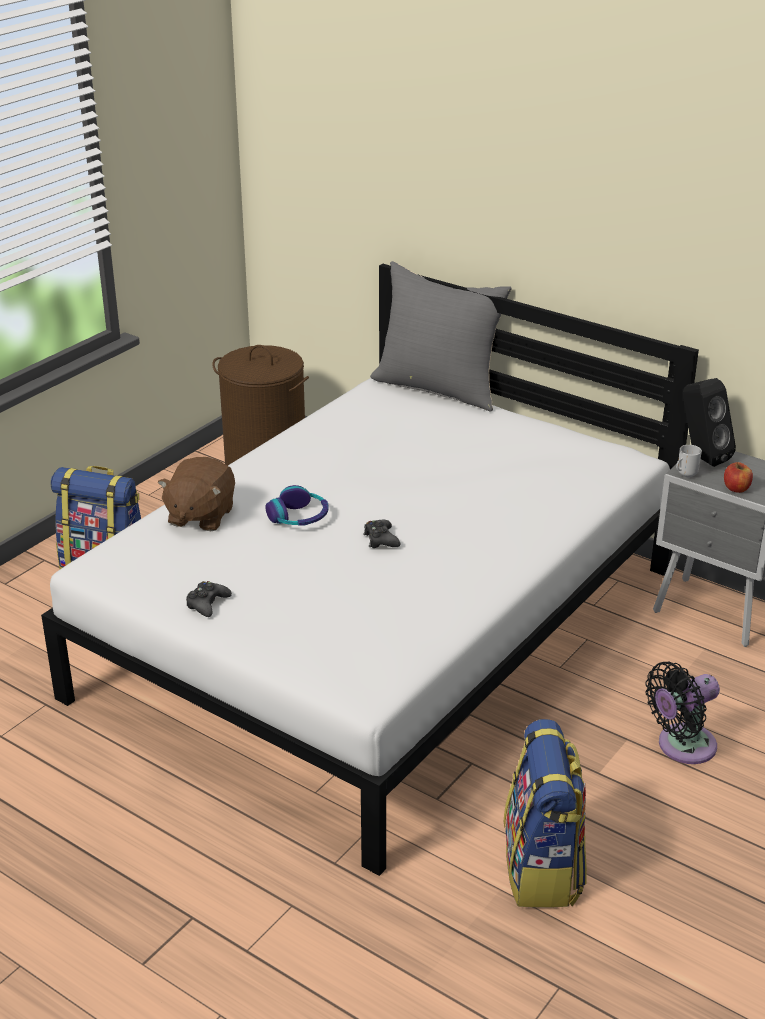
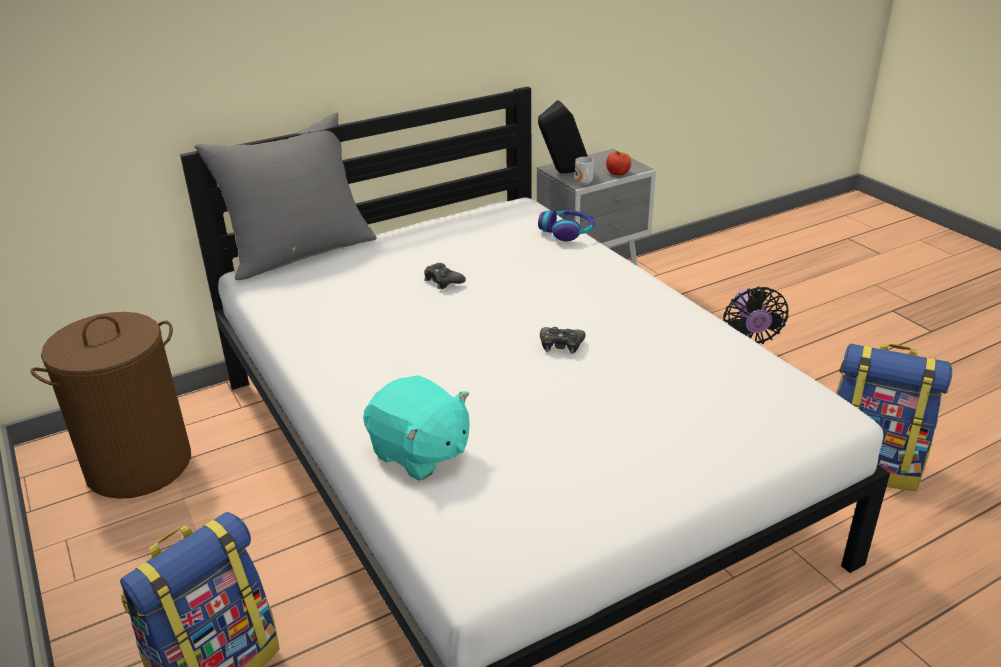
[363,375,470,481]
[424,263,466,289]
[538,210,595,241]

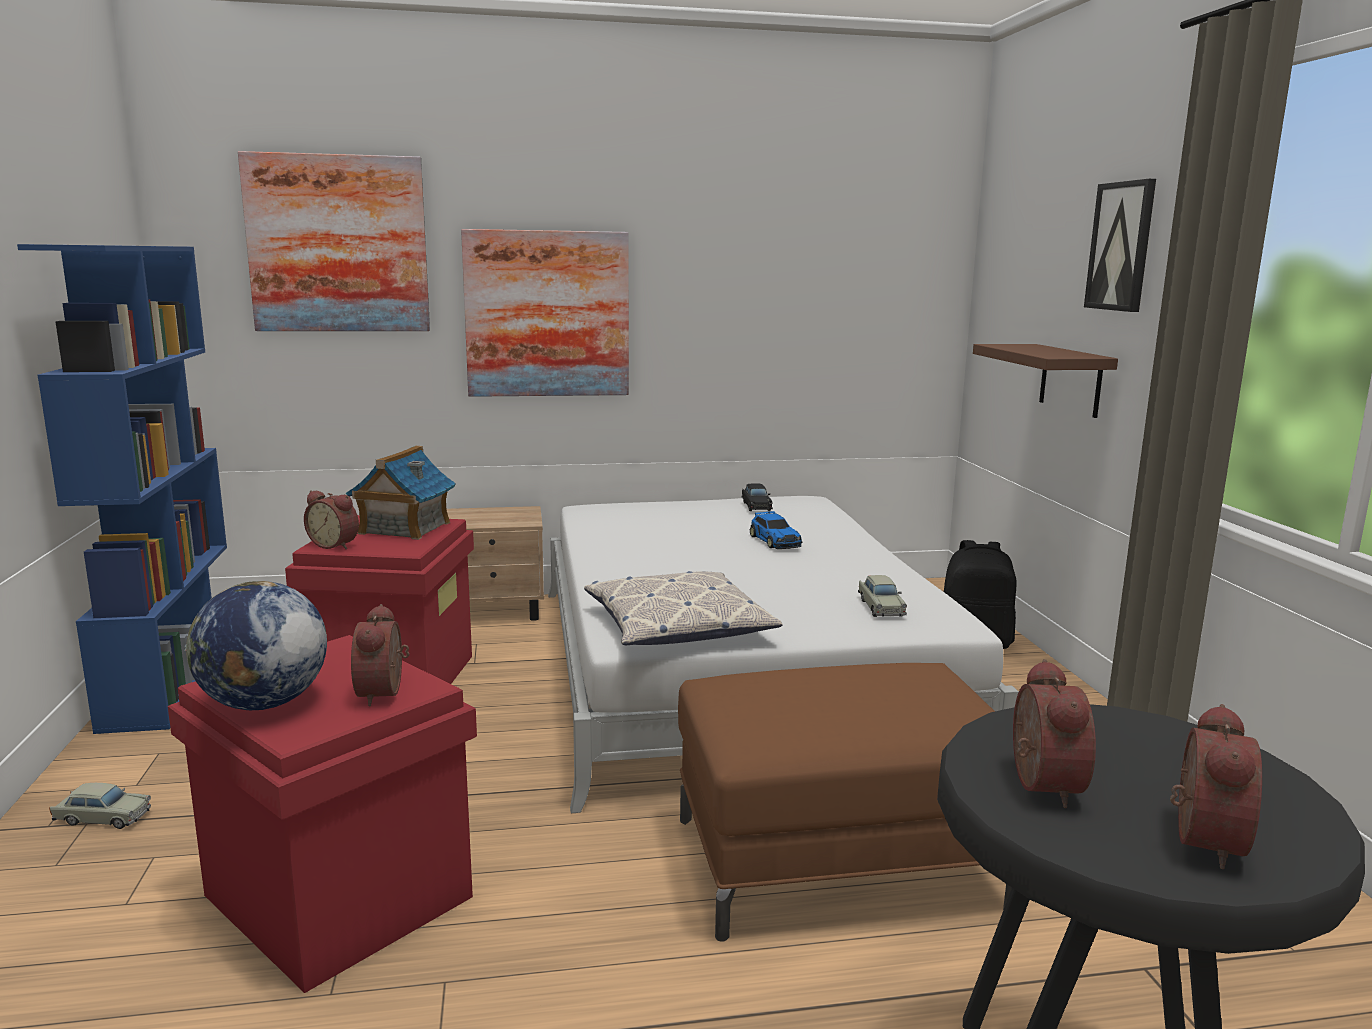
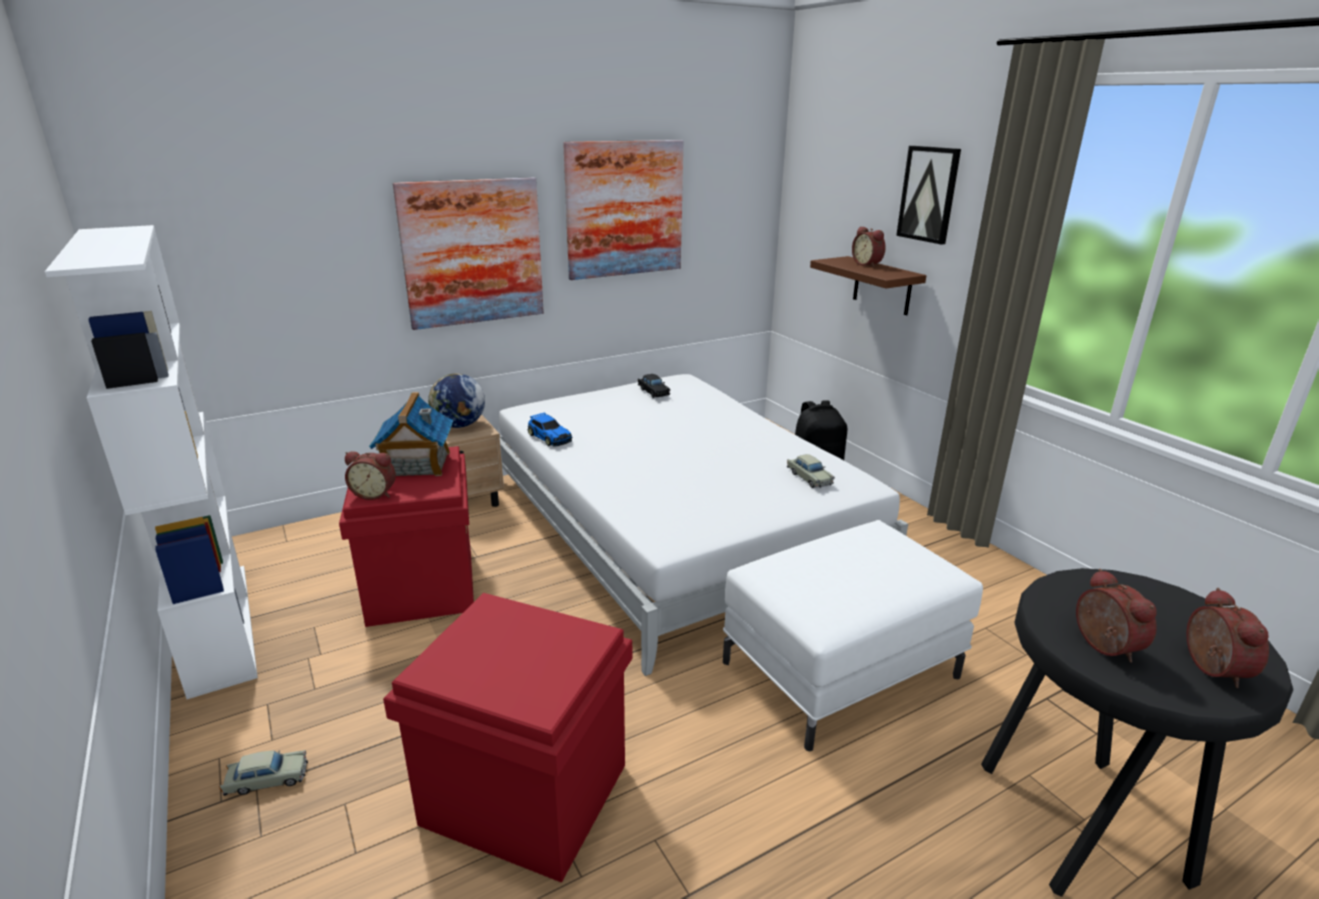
[45,225,258,699]
[428,373,485,428]
[563,140,683,280]
[852,226,886,267]
[584,571,783,645] (first image)
[723,520,983,751]
[528,412,572,447]

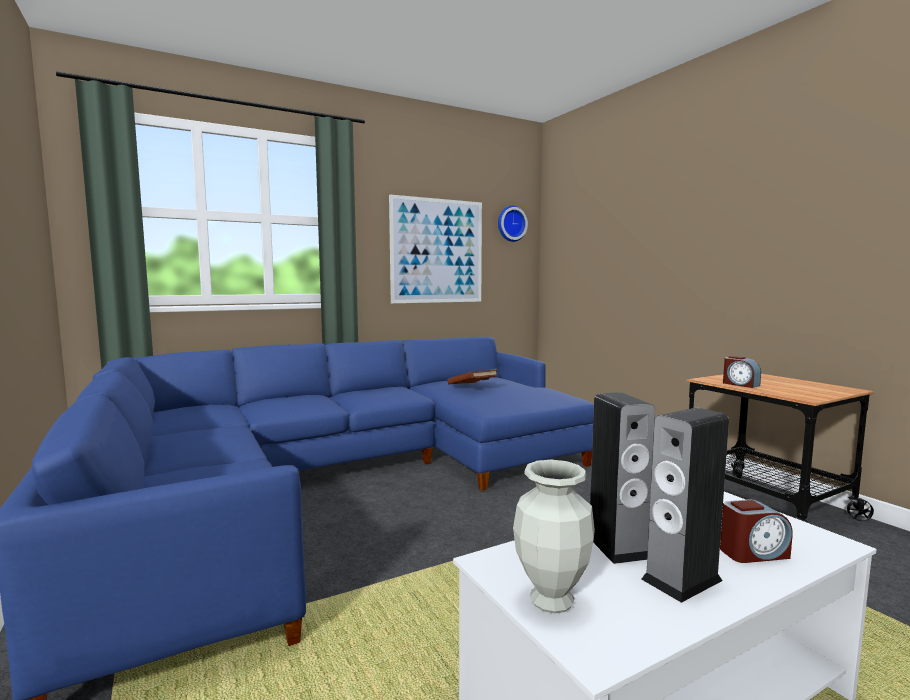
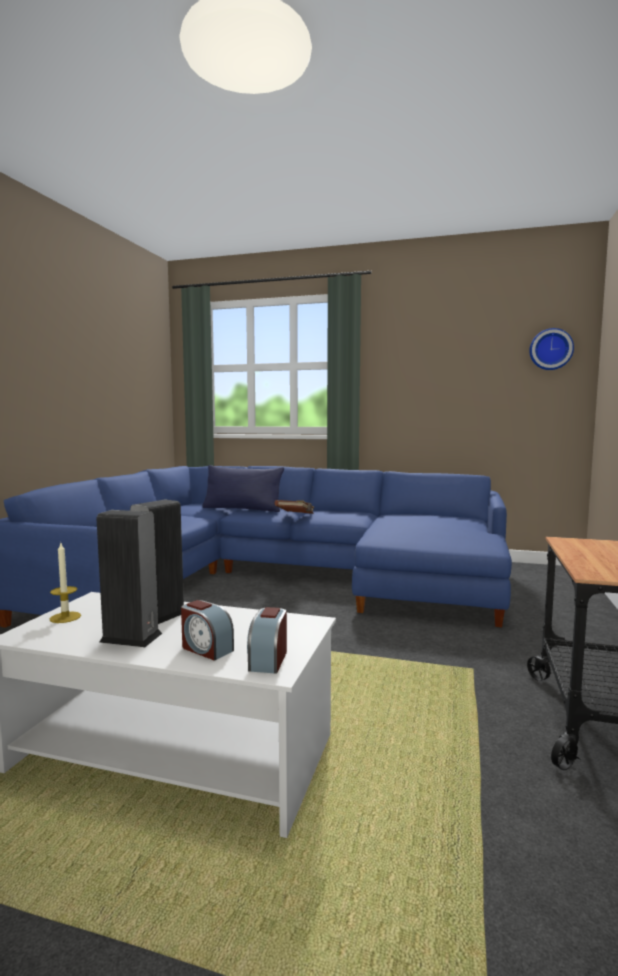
[389,194,482,303] (first image)
[274,500,315,514]
[50,543,81,623]
[247,607,287,674]
[202,465,284,512]

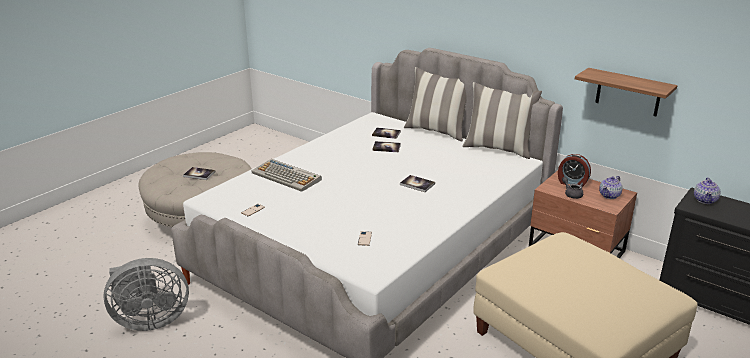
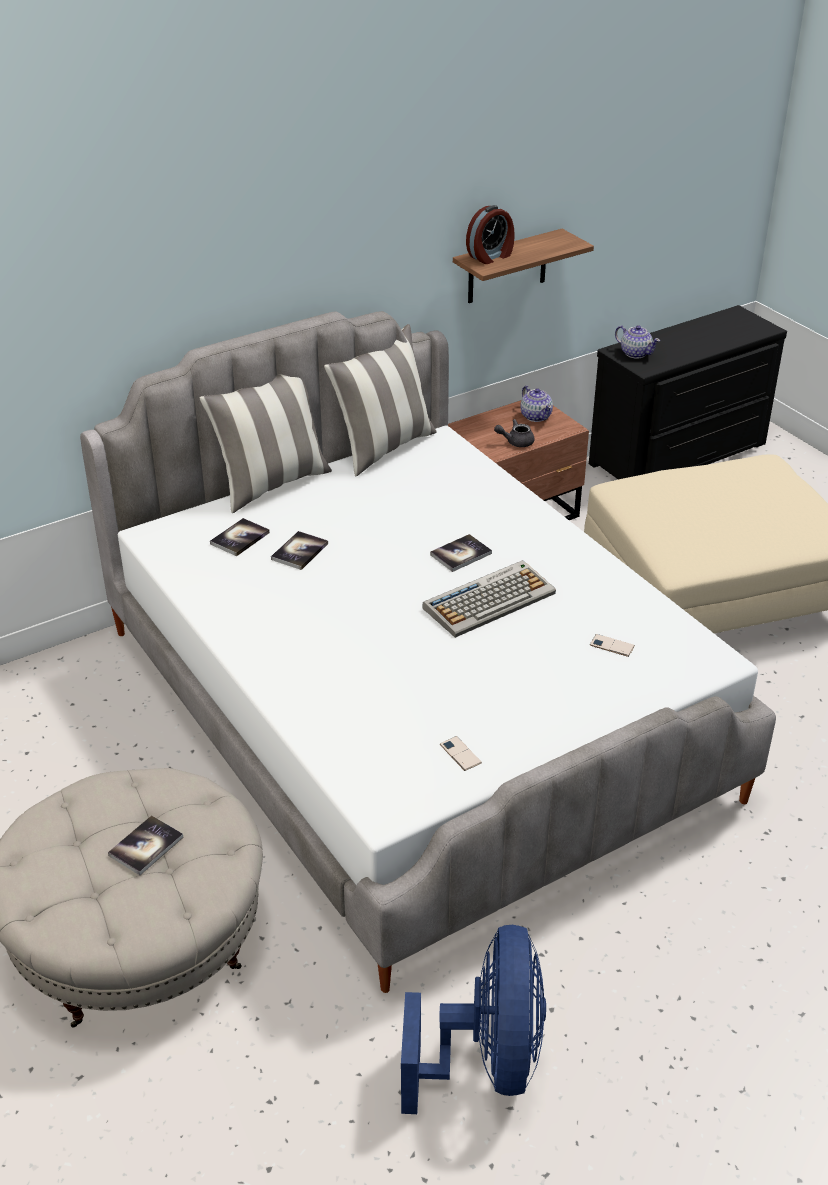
[401,925,546,1114]
[422,560,556,638]
[466,205,515,264]

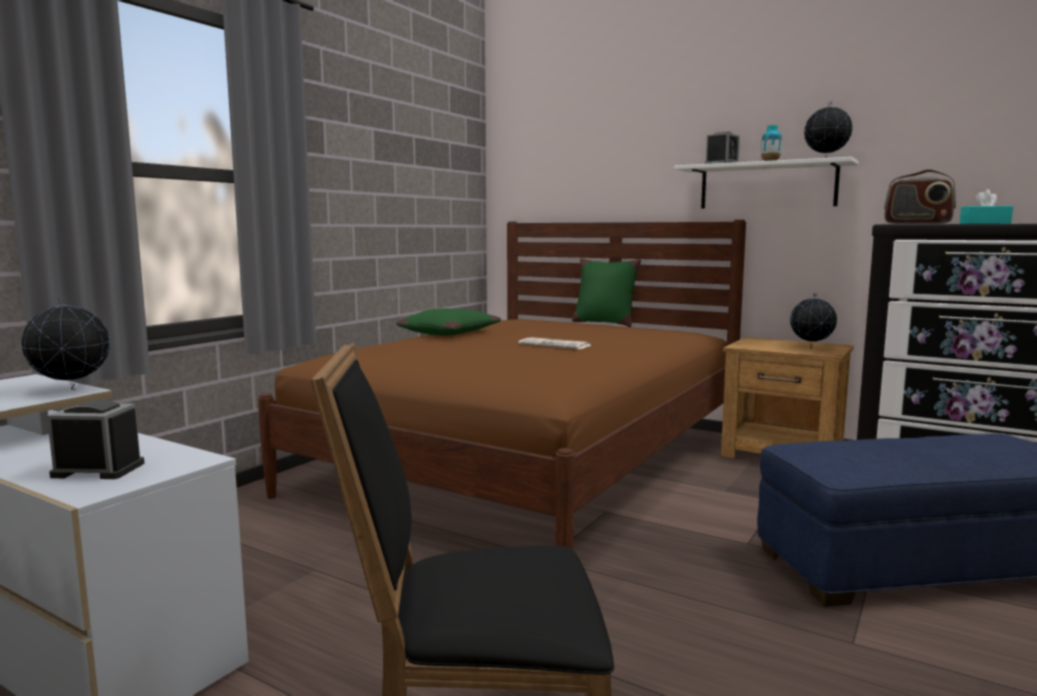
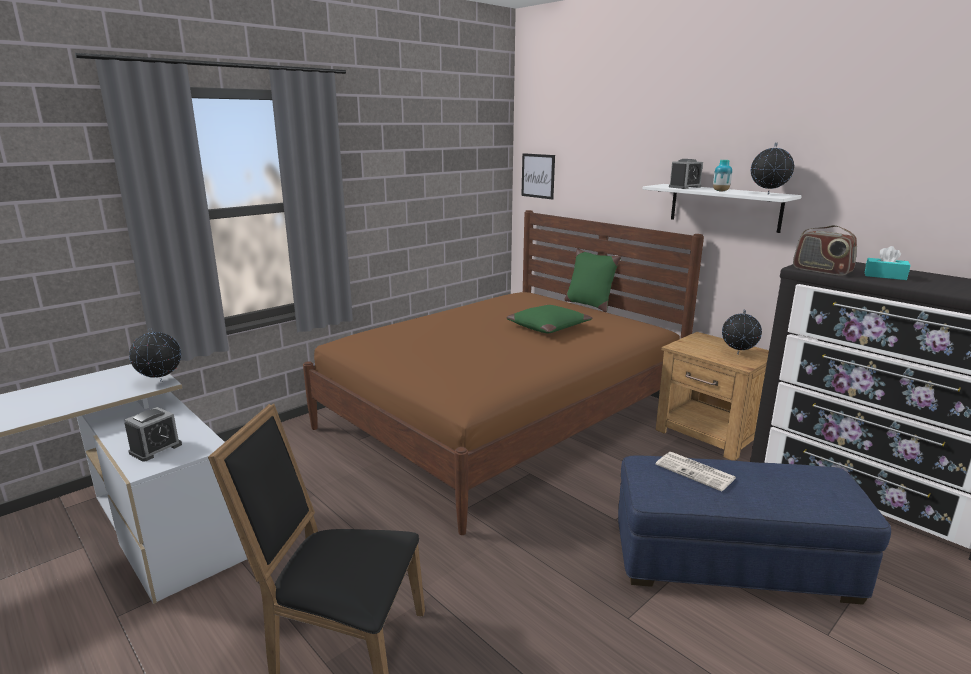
[125,407,182,462]
[506,305,592,333]
[656,452,736,491]
[521,153,555,200]

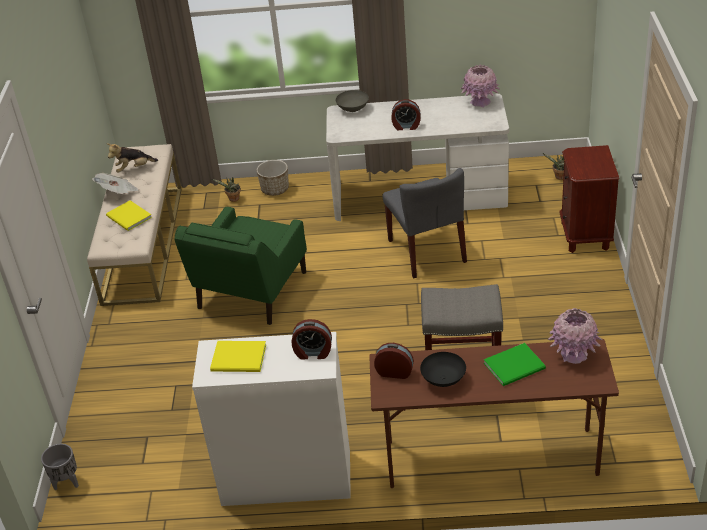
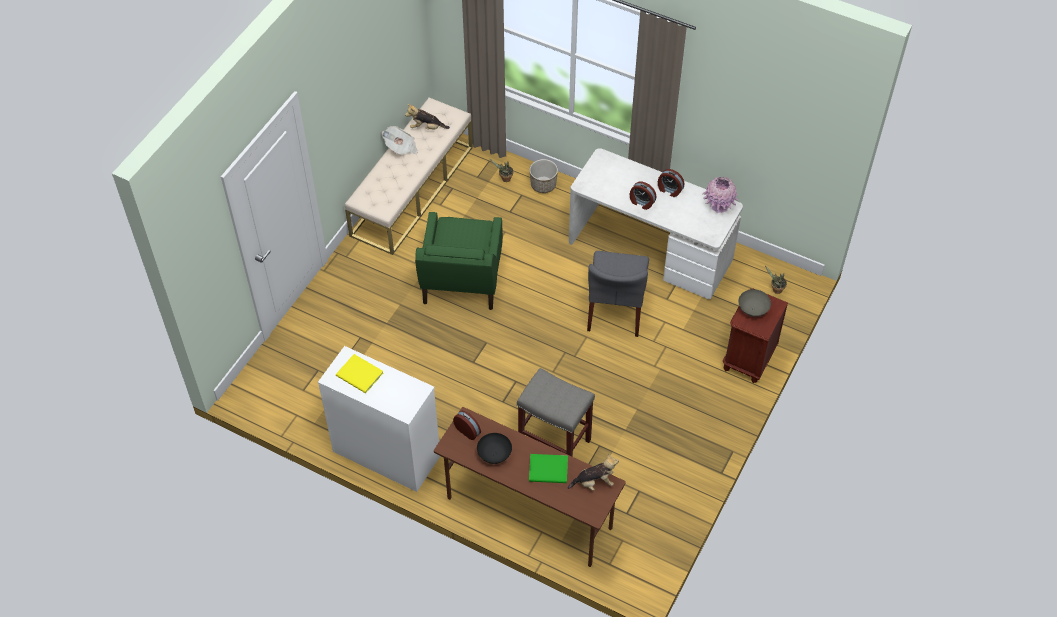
[41,444,79,490] (first image)
[106,200,152,231] (first image)
[415,212,503,310]
[658,169,685,197]
[738,289,771,317]
[567,453,619,491]

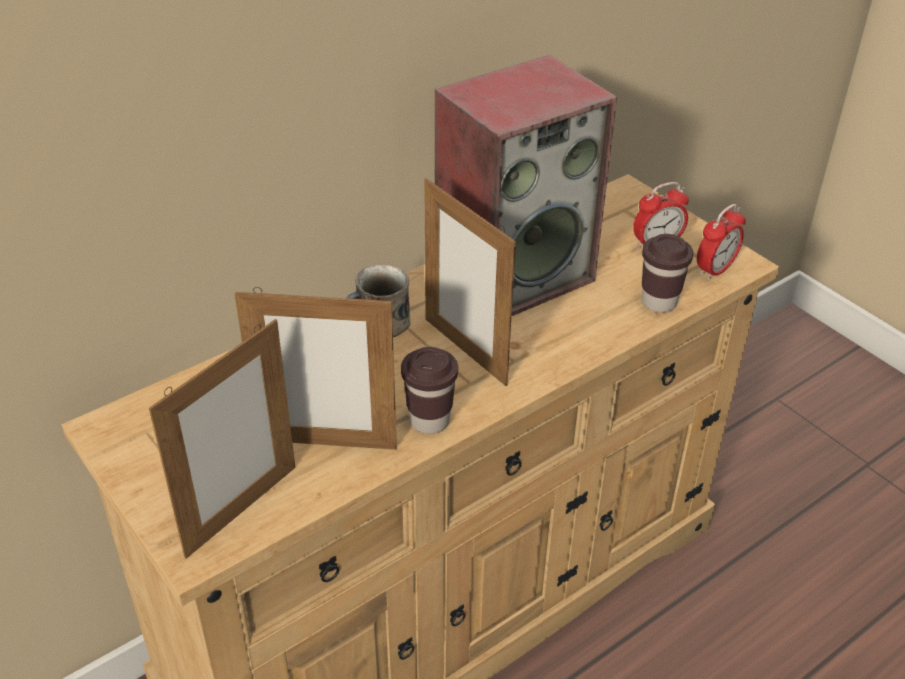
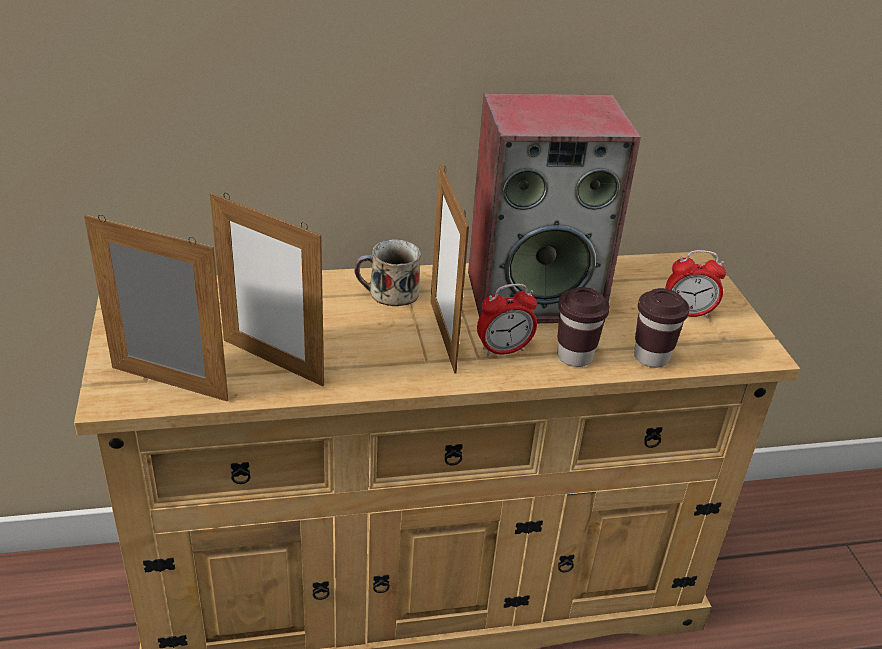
[84,215,228,401]
[557,287,610,367]
[477,284,537,356]

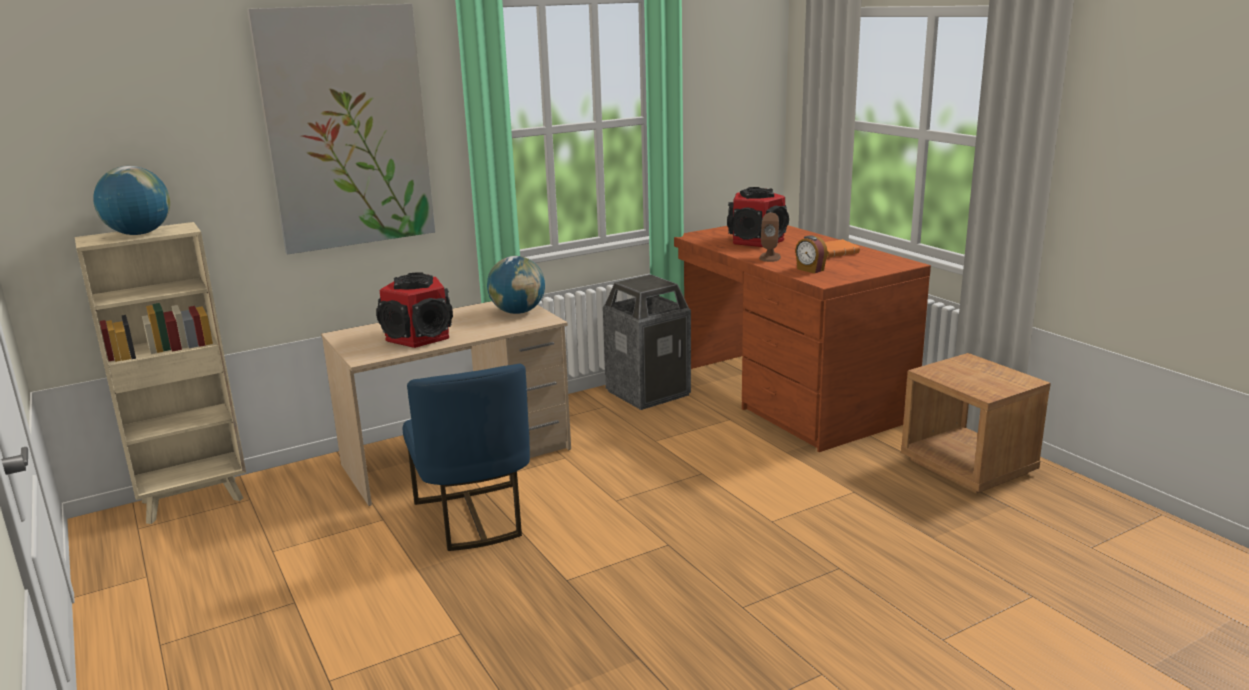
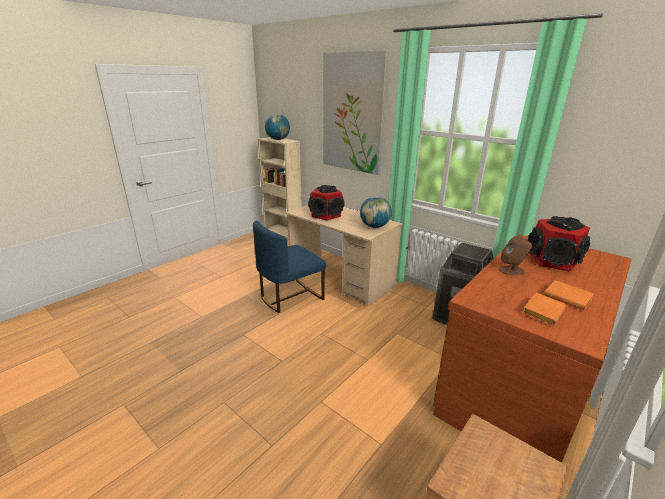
[795,235,828,273] (first image)
[522,293,566,326]

